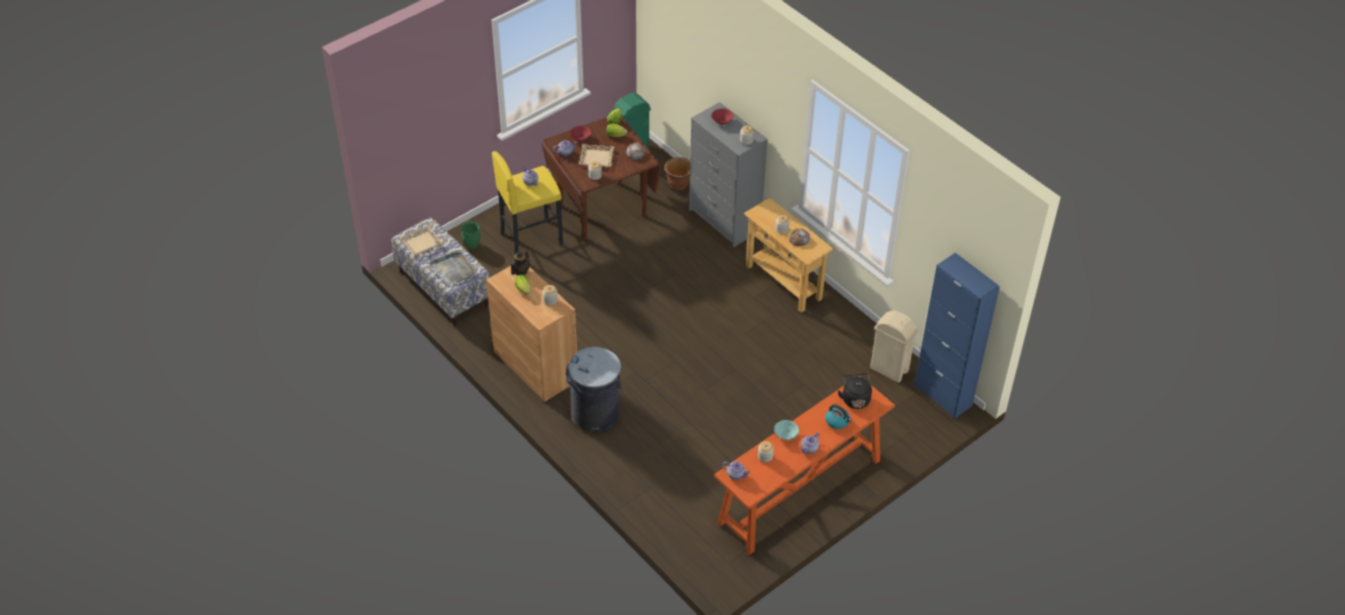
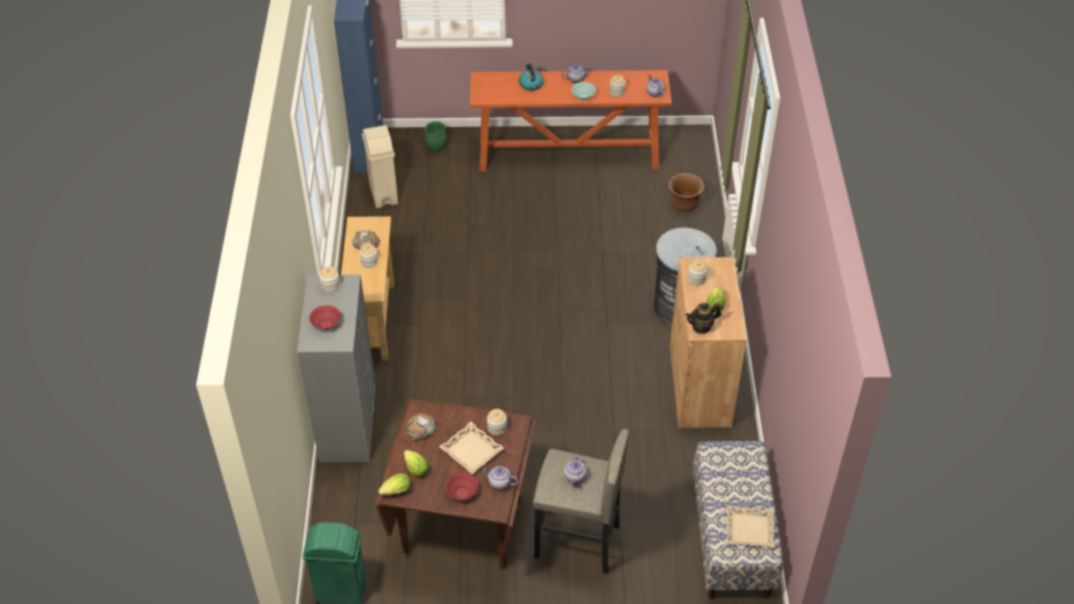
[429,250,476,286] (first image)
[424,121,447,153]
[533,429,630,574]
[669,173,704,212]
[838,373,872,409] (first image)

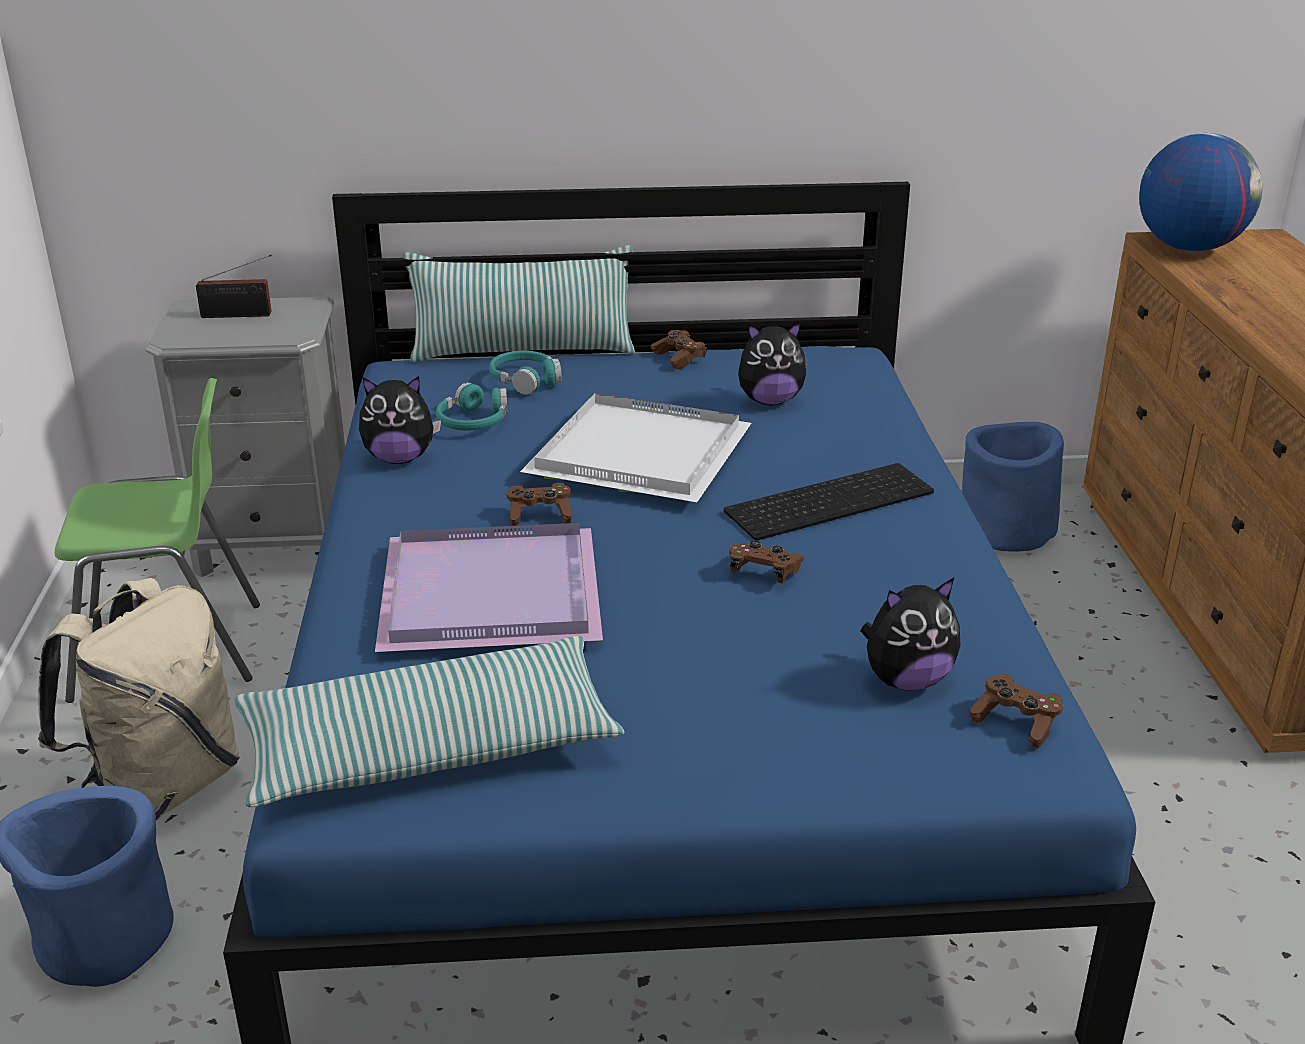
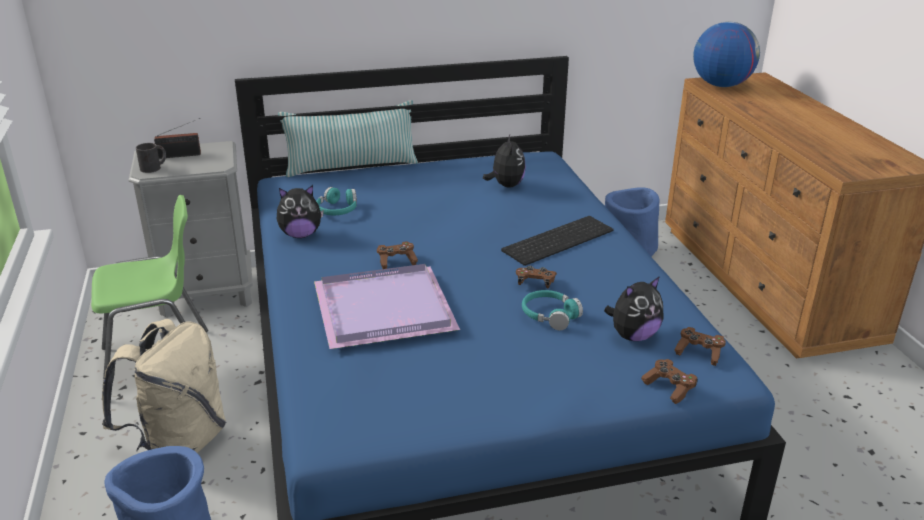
[235,636,625,807] (first image)
[522,290,583,330]
[520,393,752,502] (first image)
[641,359,698,404]
[483,135,526,188]
[136,143,166,173]

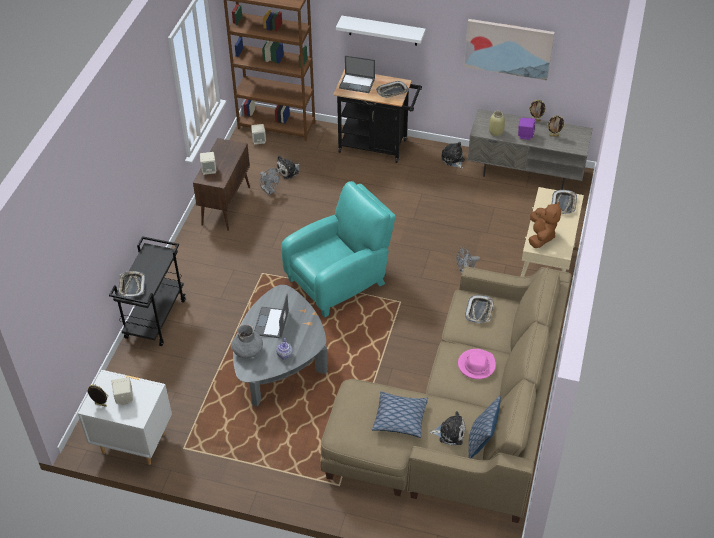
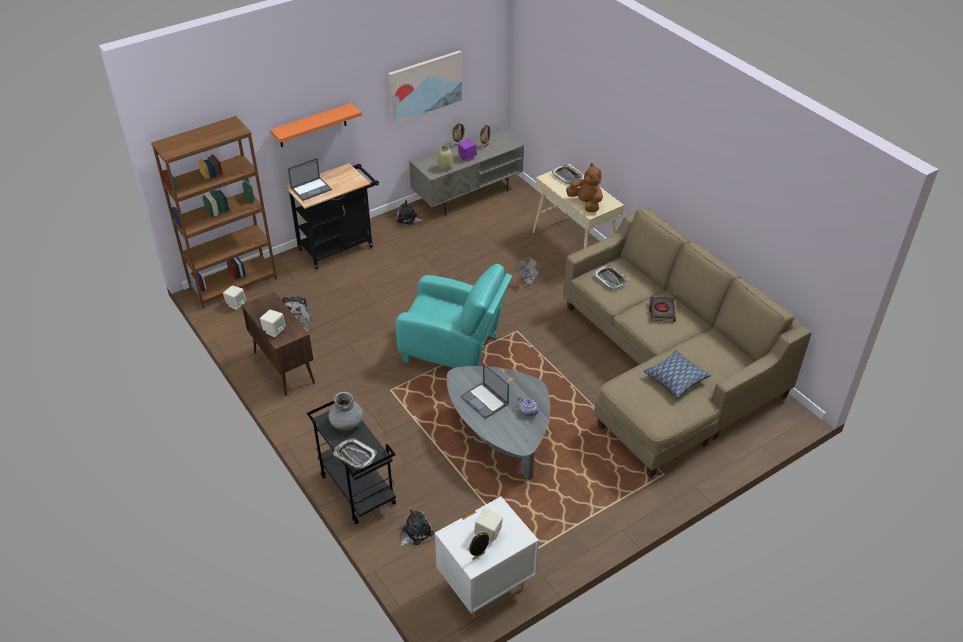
[328,392,363,431]
[395,264,512,368]
[270,103,362,147]
[376,81,409,98] (first image)
[400,509,434,546]
[649,297,676,322]
[468,396,501,458] (first image)

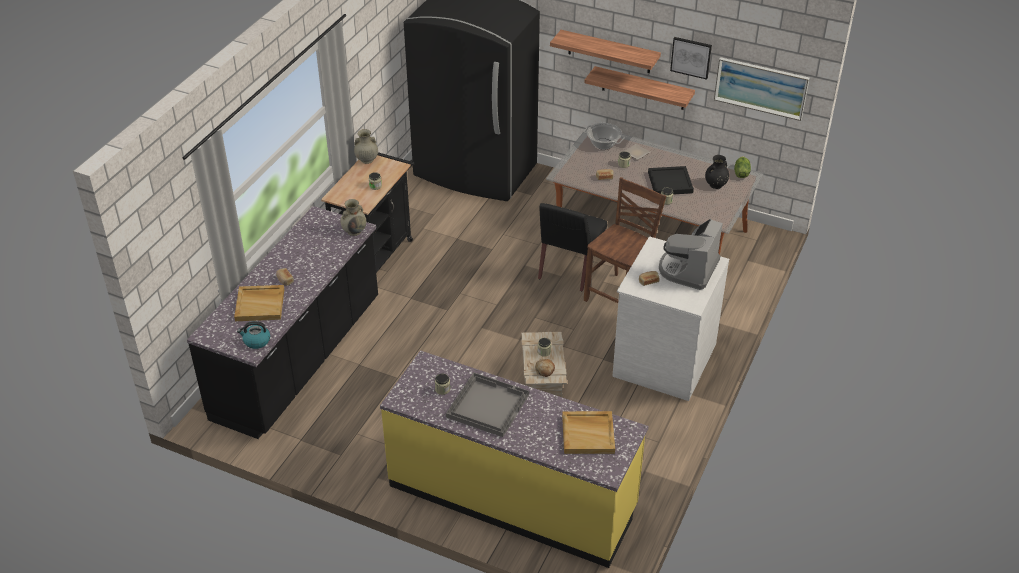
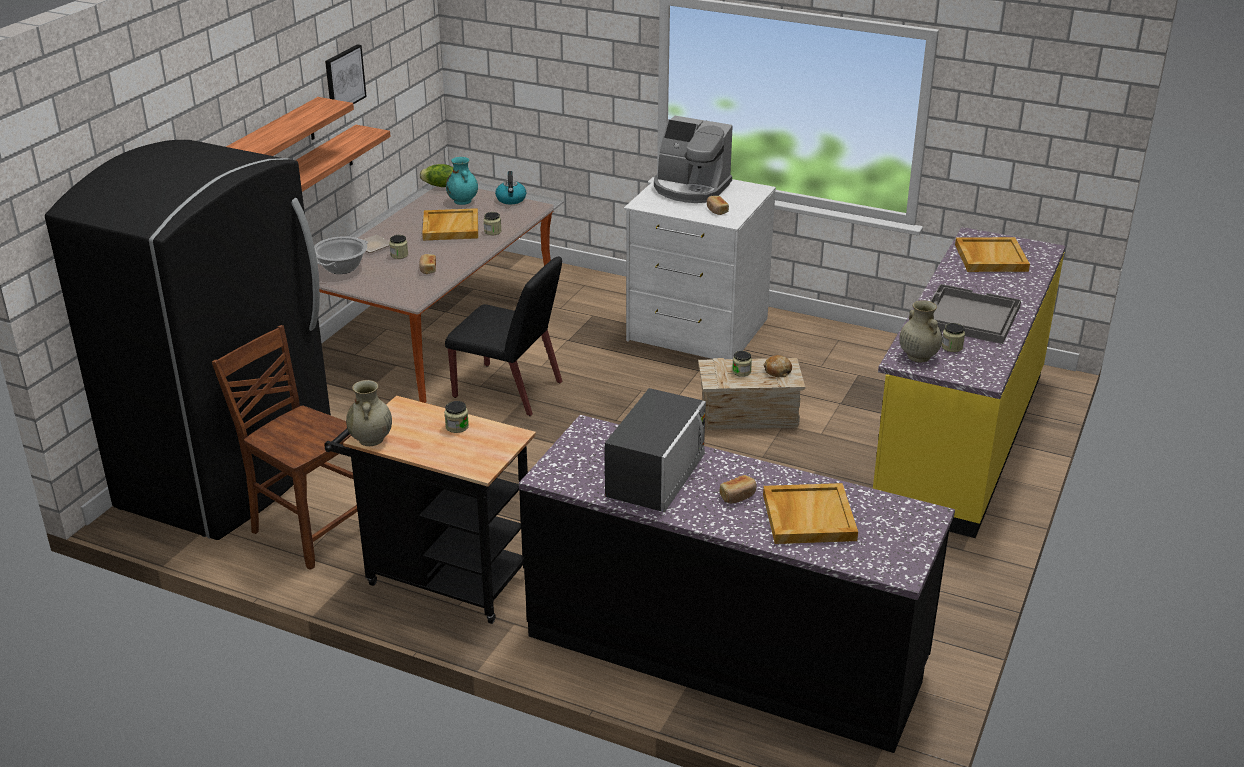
[495,171,526,204]
[899,300,942,362]
[212,325,358,570]
[422,208,478,241]
[446,157,478,205]
[714,57,809,121] (first image)
[605,388,706,512]

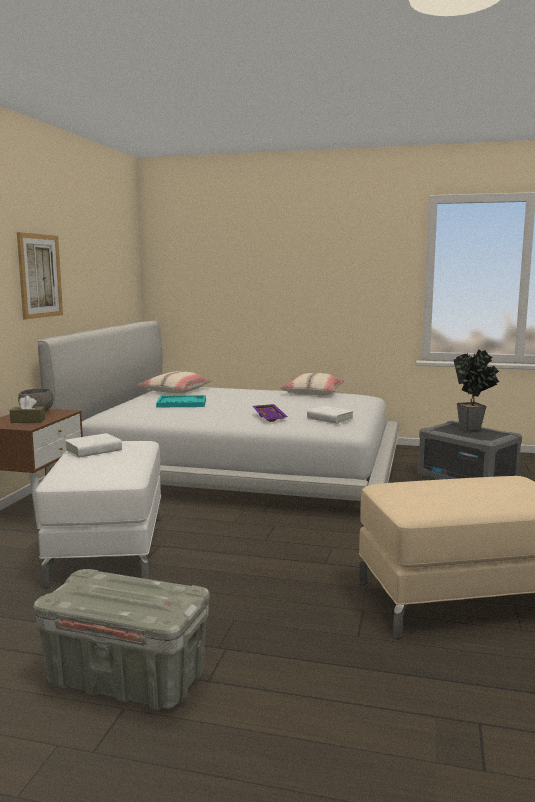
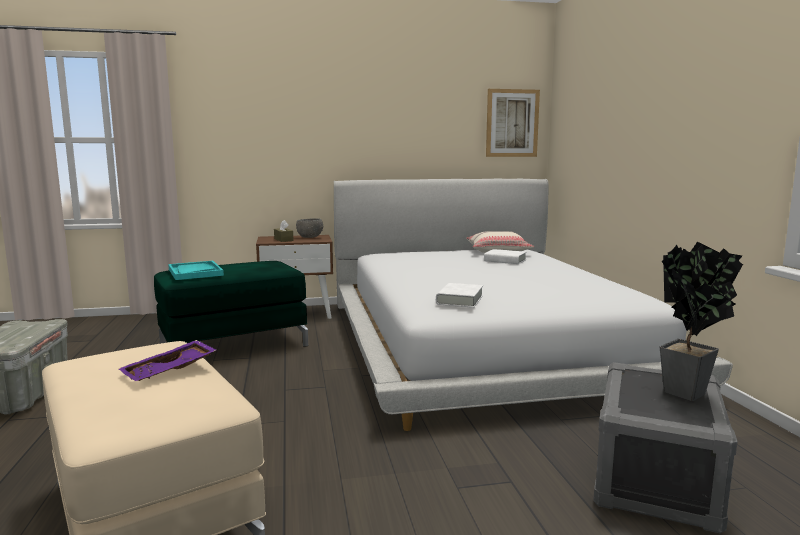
[486,89,540,157]
[154,261,308,347]
[484,249,527,264]
[168,261,224,280]
[119,340,216,381]
[280,373,344,395] (first image)

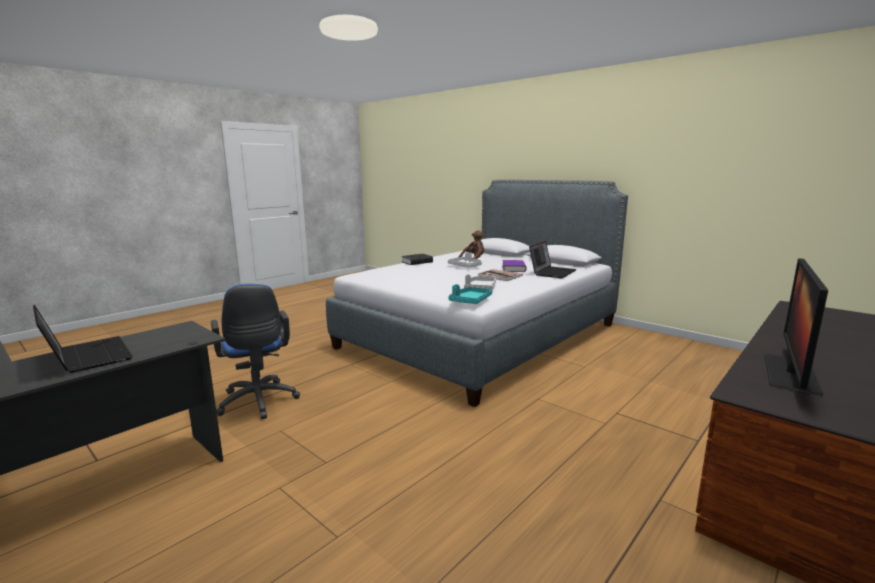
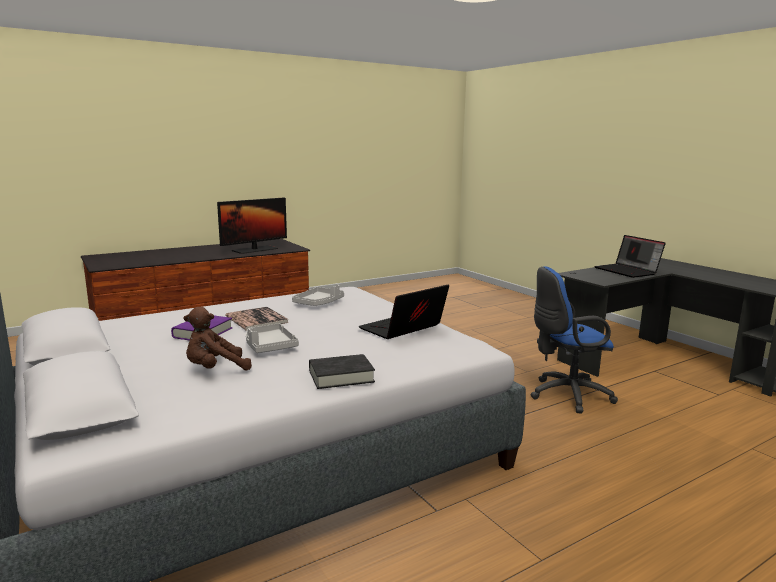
[530,266,618,413]
[449,284,492,304] (first image)
[358,284,449,339]

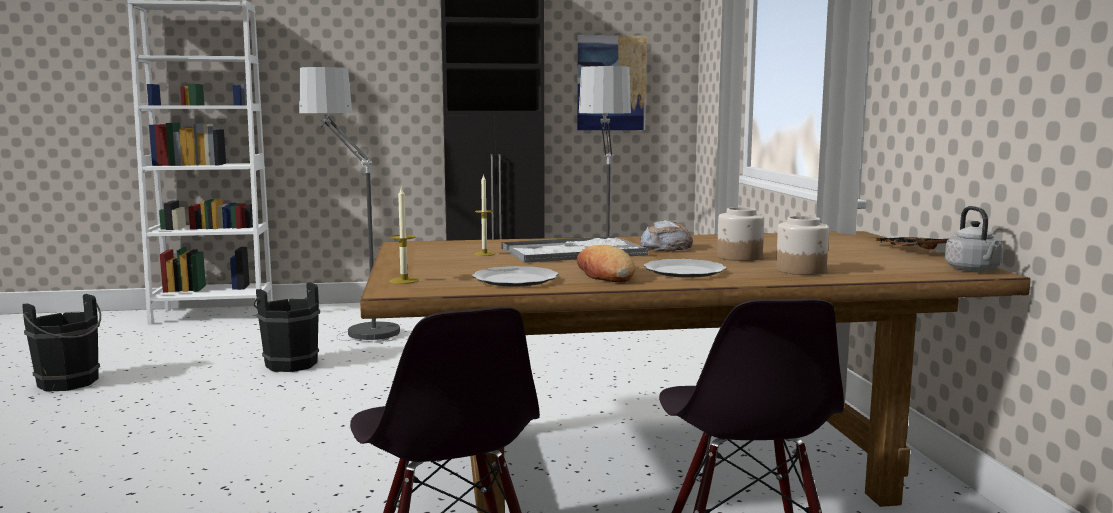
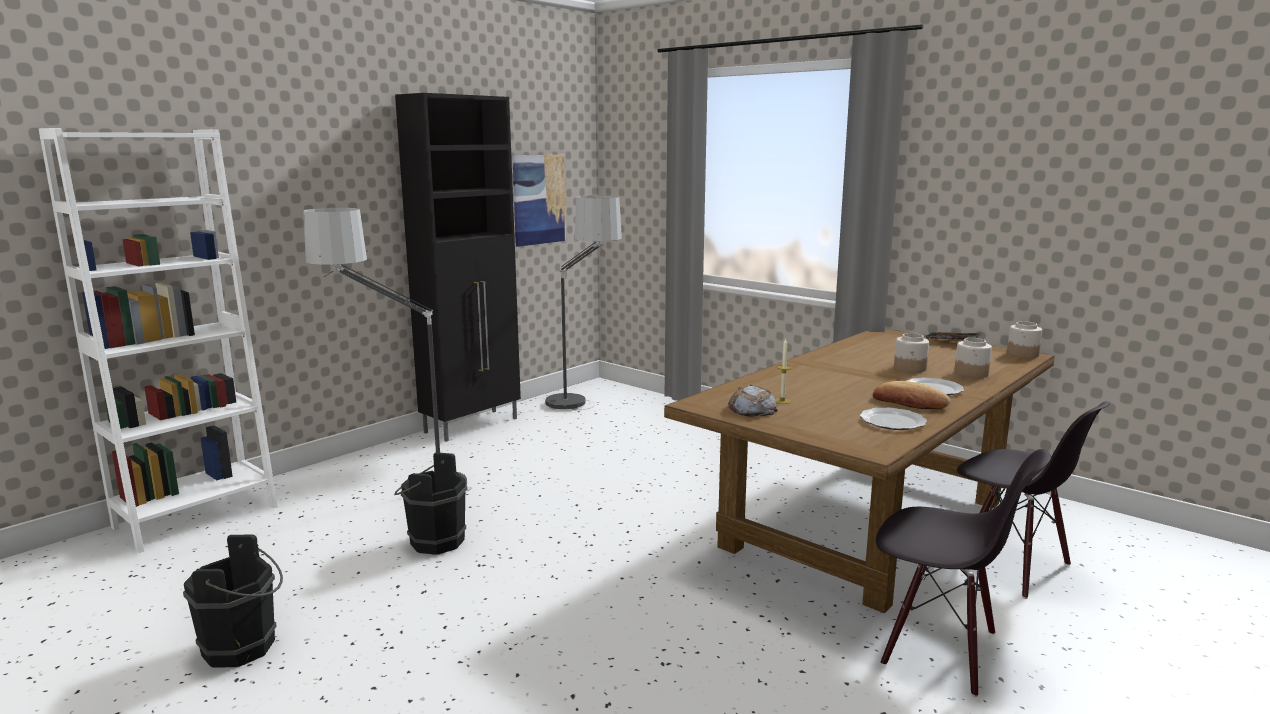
[390,188,419,284] (first image)
[501,236,648,263] (first image)
[728,385,778,417]
[1007,321,1042,358]

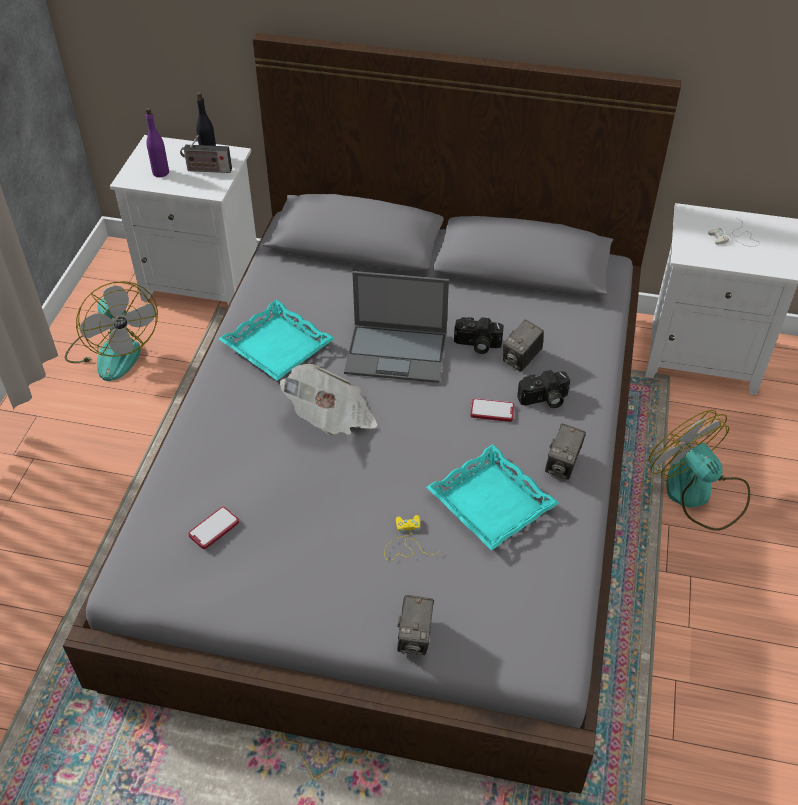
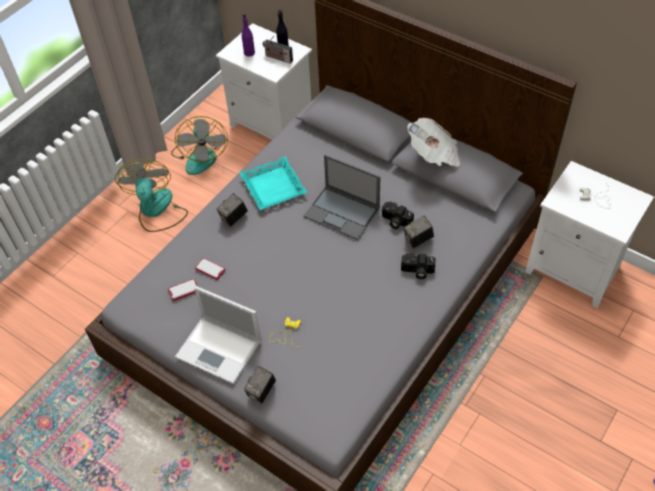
[407,118,460,167]
[426,444,559,551] (first image)
[195,258,225,280]
[217,193,248,227]
[115,159,188,232]
[175,286,261,384]

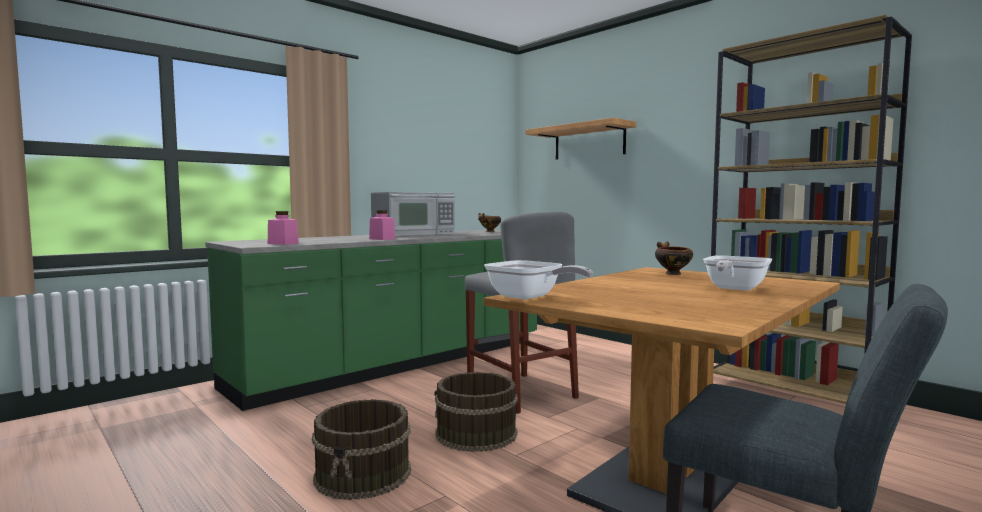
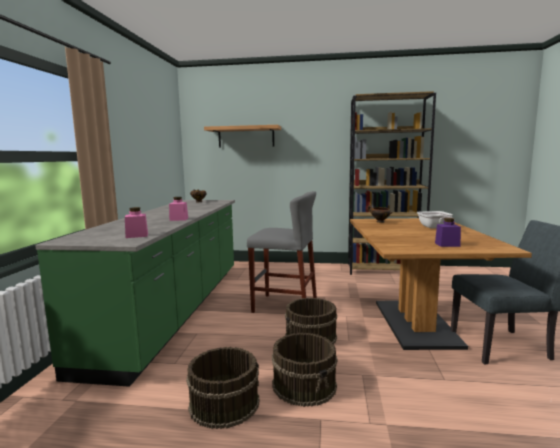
[371,192,456,236] (first image)
[484,260,593,300] (first image)
[186,347,259,429]
[435,218,461,247]

